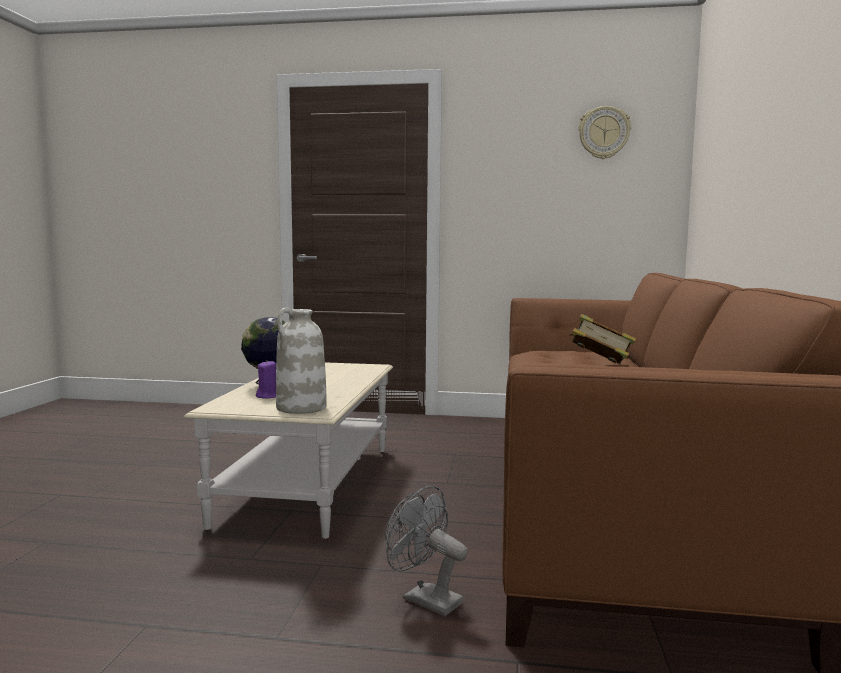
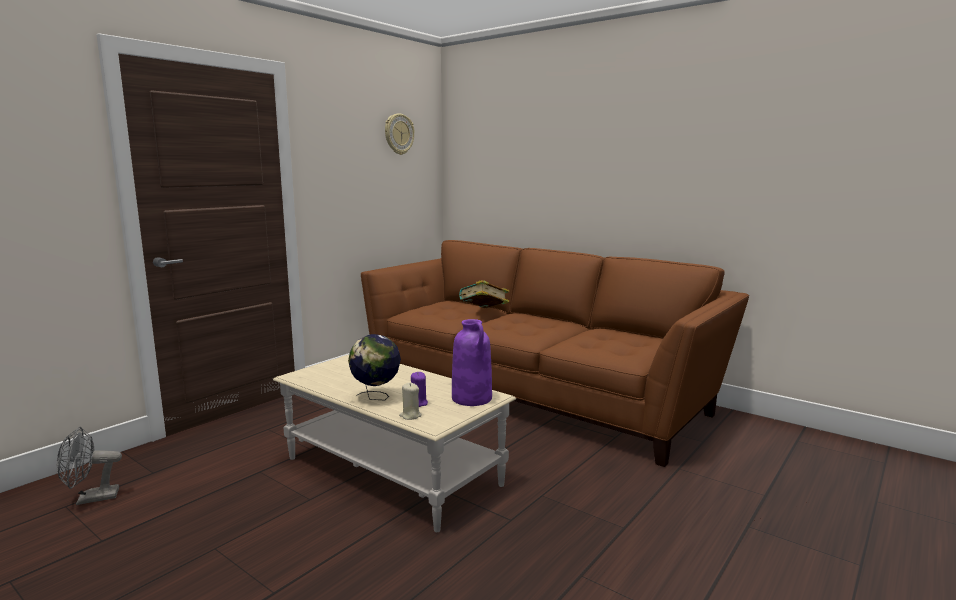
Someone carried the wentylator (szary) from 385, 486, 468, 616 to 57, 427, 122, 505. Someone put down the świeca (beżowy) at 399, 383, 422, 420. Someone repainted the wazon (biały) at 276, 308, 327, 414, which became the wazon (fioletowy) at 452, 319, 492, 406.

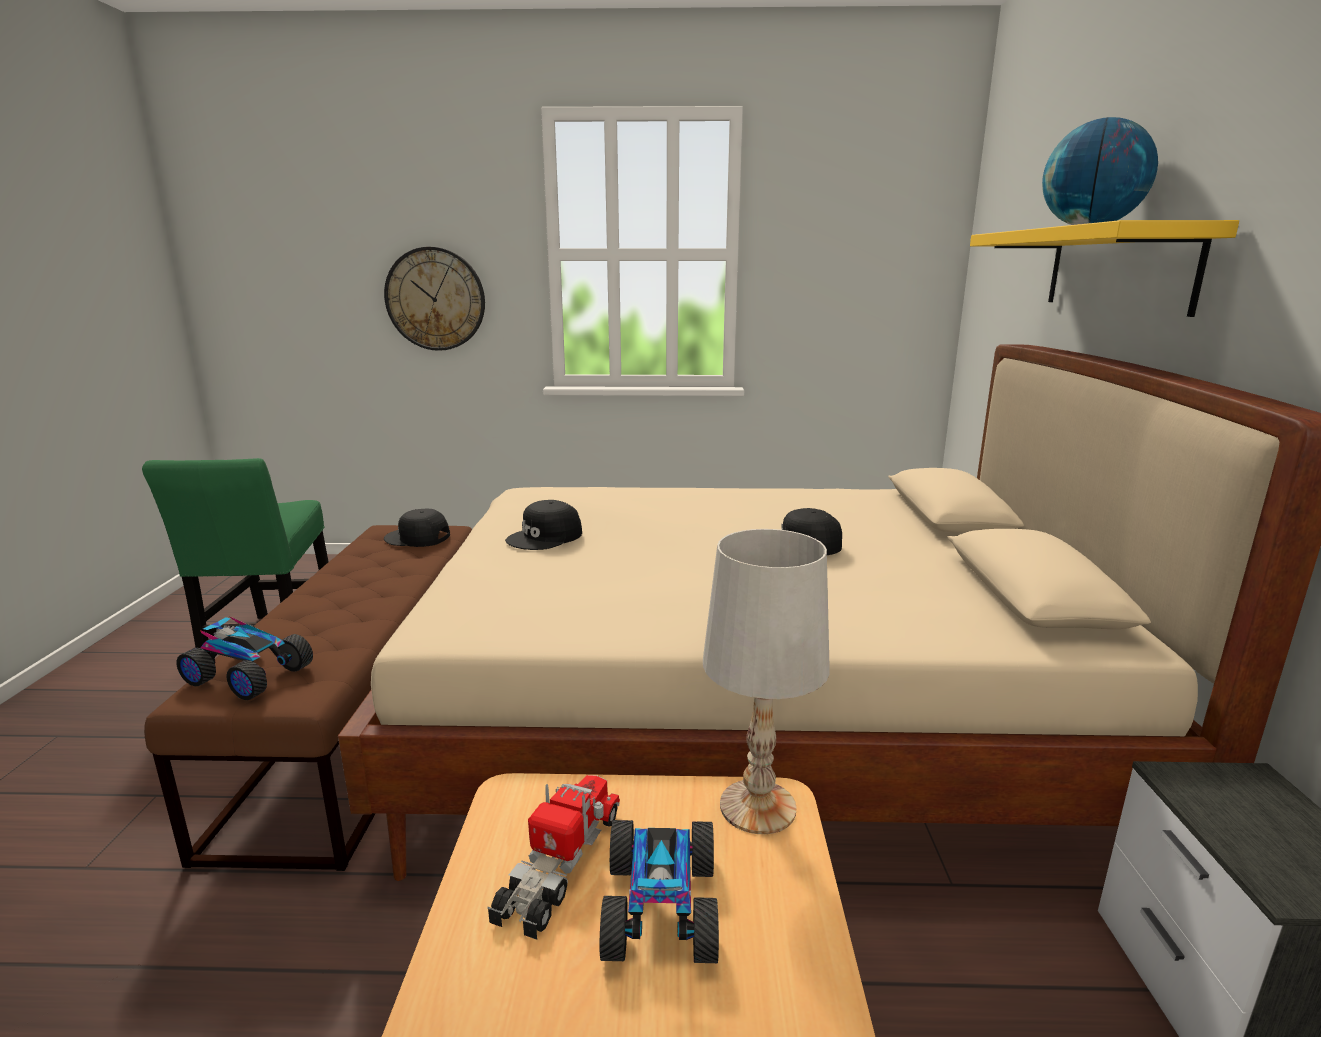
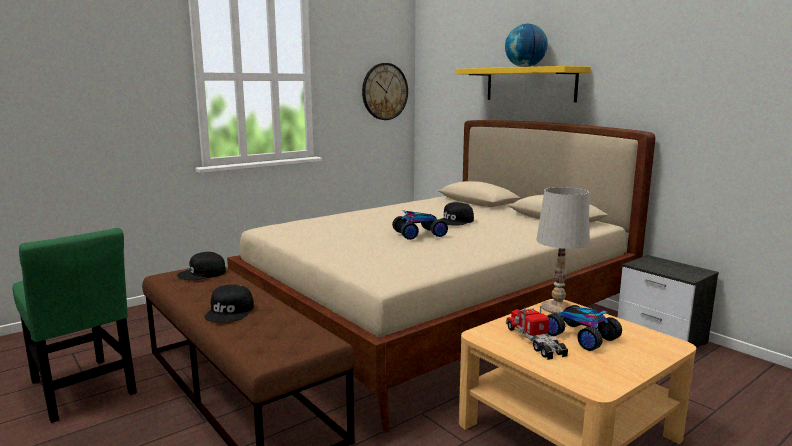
Someone carried the czapka z daszkiem (czarny) from 505, 500, 582, 550 to 205, 285, 254, 323. Someone carried the zegar ścienny from 384, 247, 485, 351 to 362, 63, 408, 120. Someone carried the samochodzik from 176, 616, 313, 700 to 392, 210, 448, 240.

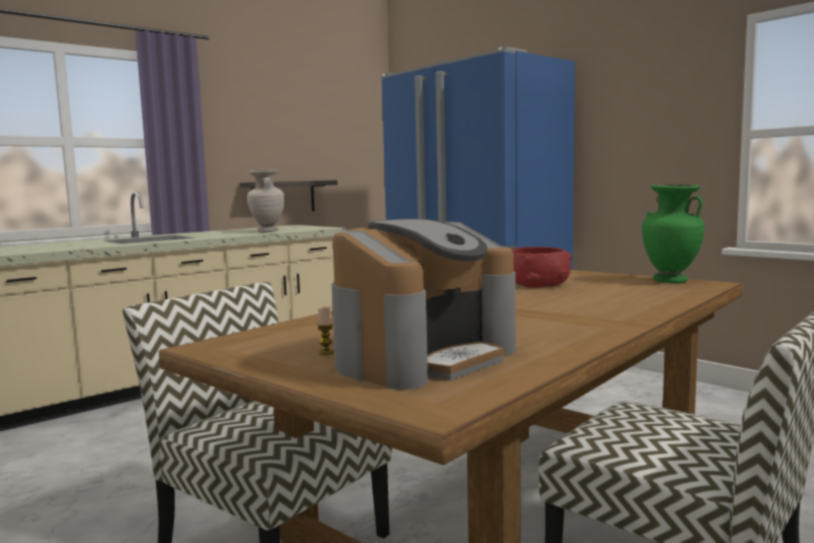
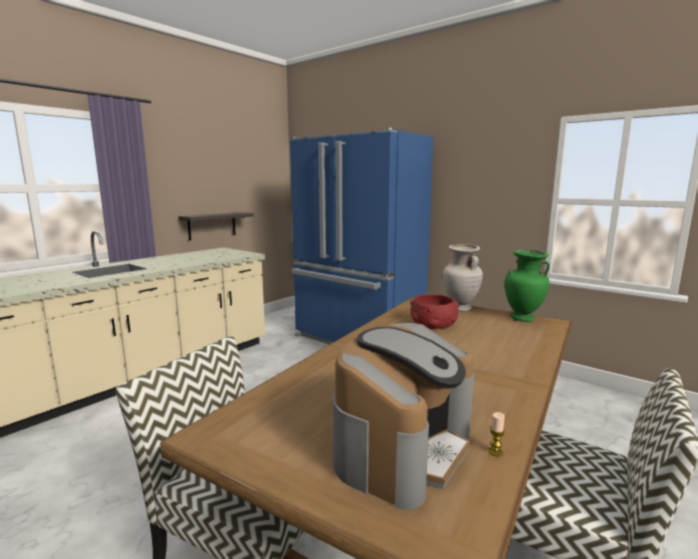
Someone carried the wazon (beżowy) from 247, 170, 284, 232 to 443, 244, 483, 312. Someone carried the świeca from 317, 306, 334, 355 to 488, 412, 505, 456.

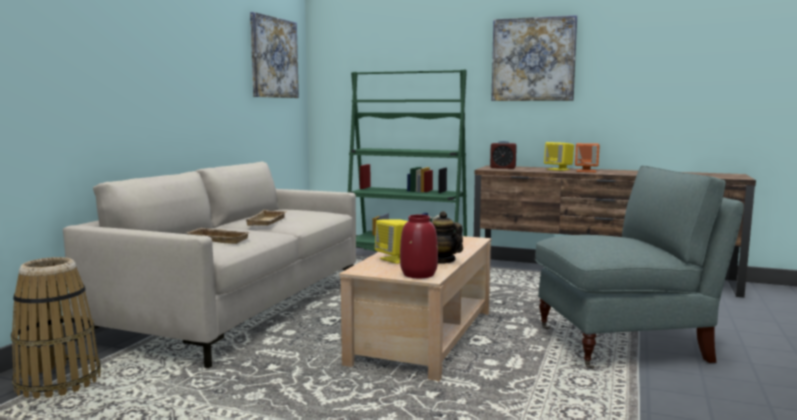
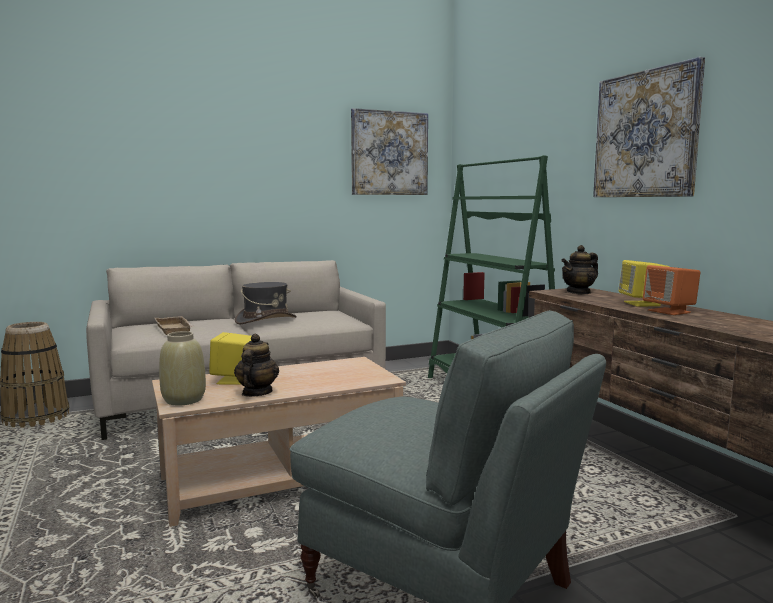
Someone repainted the wazon (czerwony) at 400, 215, 438, 278, which became the wazon (beżowy) at 159, 331, 206, 405. Someone swapped the taca (beżowy) at 245, 210, 287, 226 for the kapelusz (szary) at 235, 282, 297, 324. Someone swapped the budzik at 490, 140, 517, 169 for the imbryk at 561, 245, 598, 294.

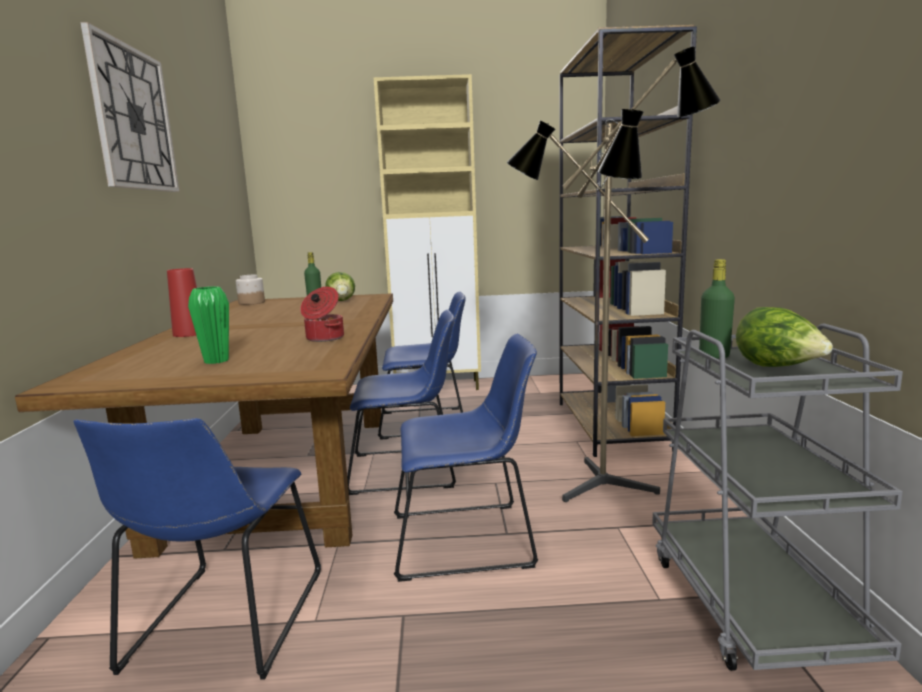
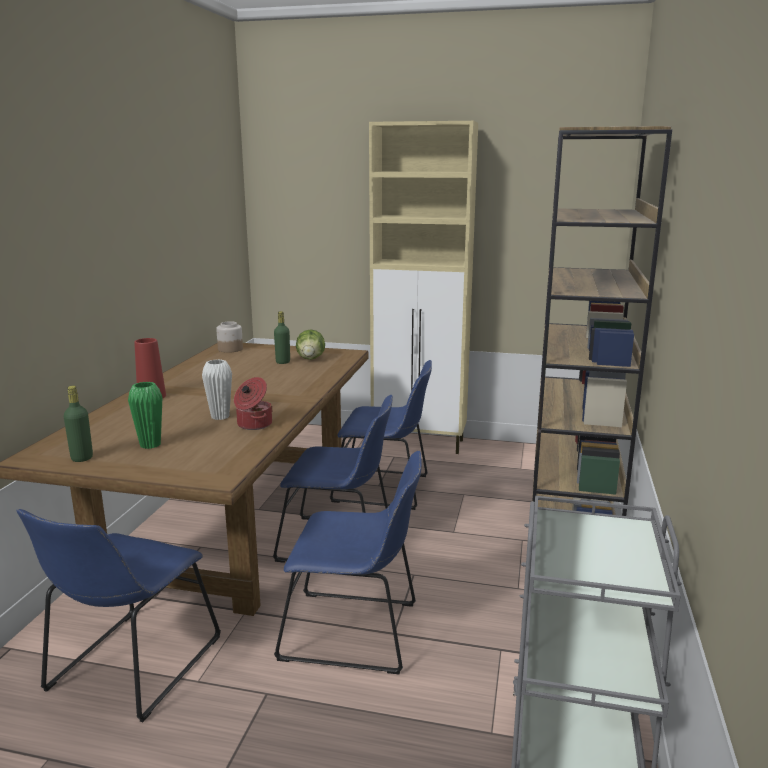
Someone carried the butelka (zielony) from 699, 259, 735, 359 to 64, 386, 93, 462. Someone put down the wazon (biały) at 202, 359, 232, 420. Someone took away the zegar ścienny at 80, 22, 179, 192. Someone took away the lampa stojąca at 507, 46, 720, 502. Someone took away the sałata at 736, 307, 833, 367.

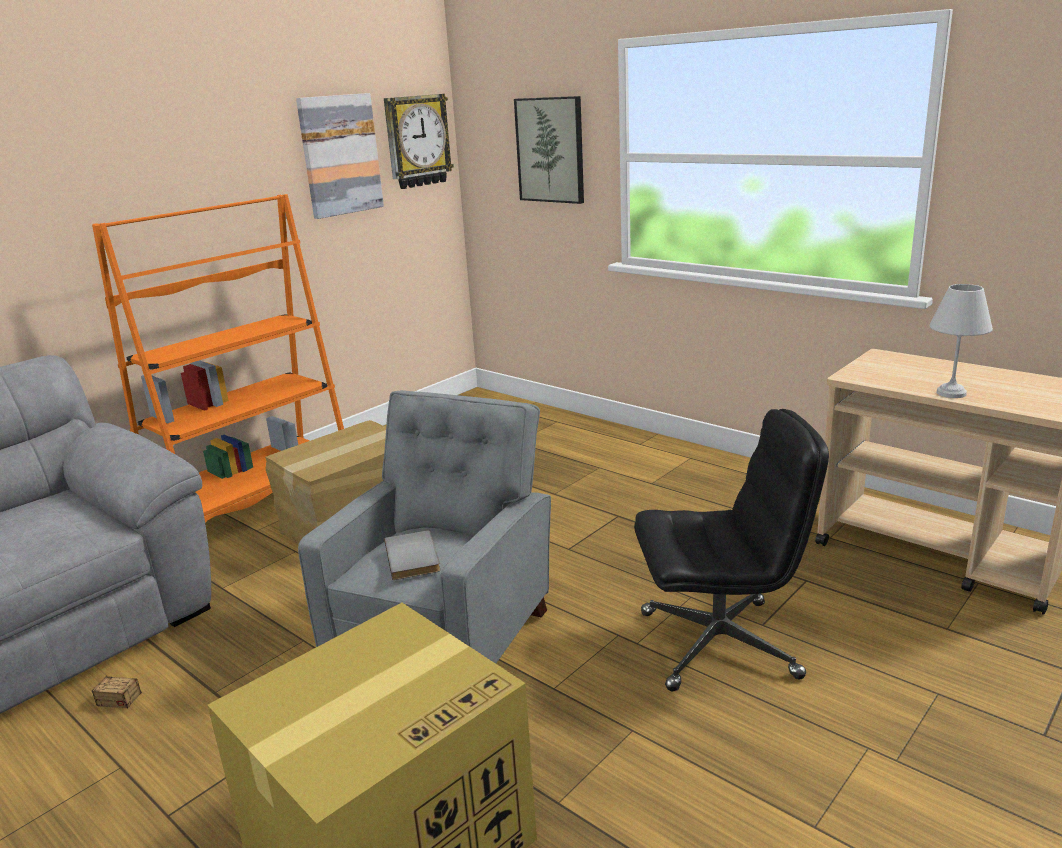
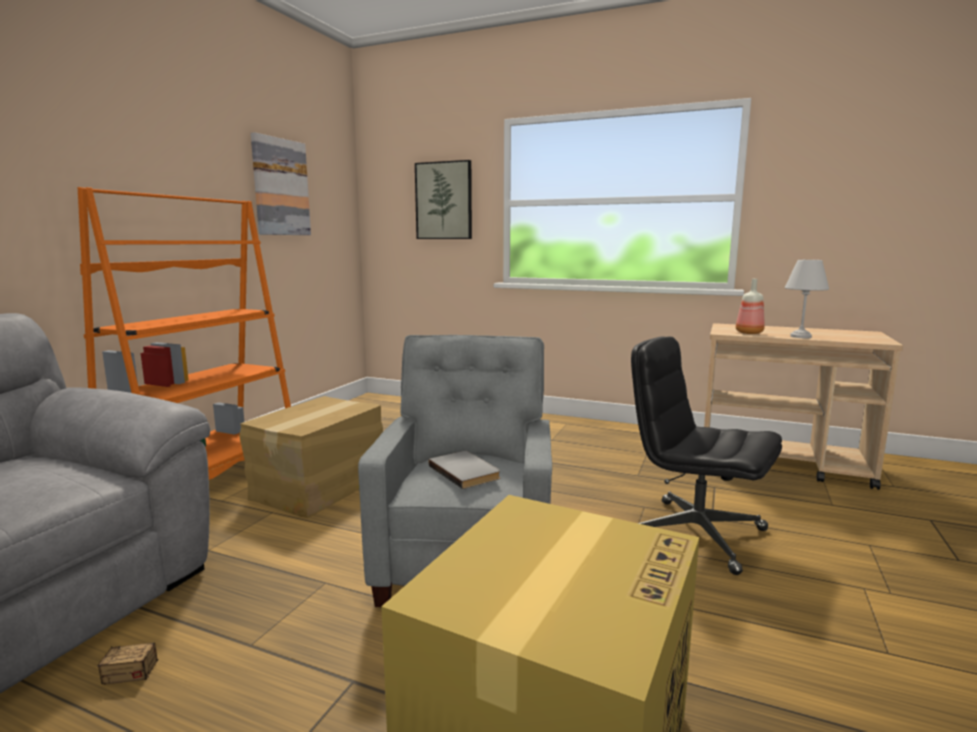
Someone rotated the krzesło biurowe (czarny) at 634, 409, 829, 691 by 120 degrees counterclockwise. Someone put down the butelka at 736, 279, 765, 334. Someone took away the zegar ścienny at 384, 94, 454, 189.

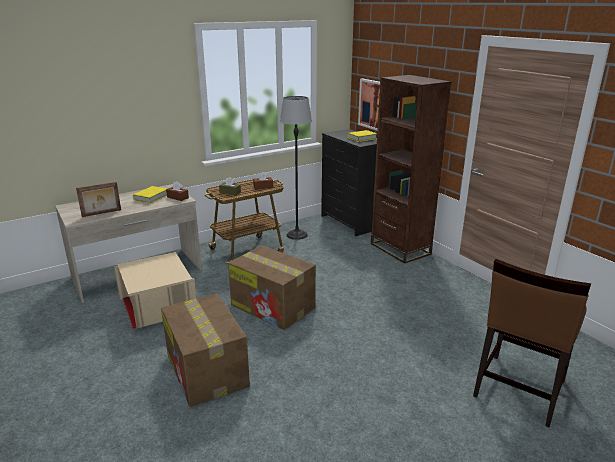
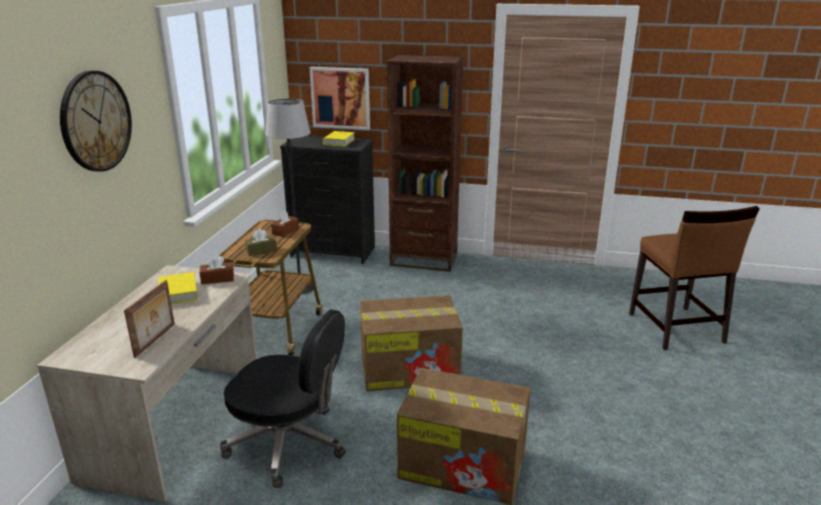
Someone put up the zegar ścienny at 60, 71, 132, 172. Someone swapped the pojemnik do przechowywania (beżowy) at 114, 252, 197, 329 for the krzesło biurowe (czarny) at 220, 309, 346, 488.

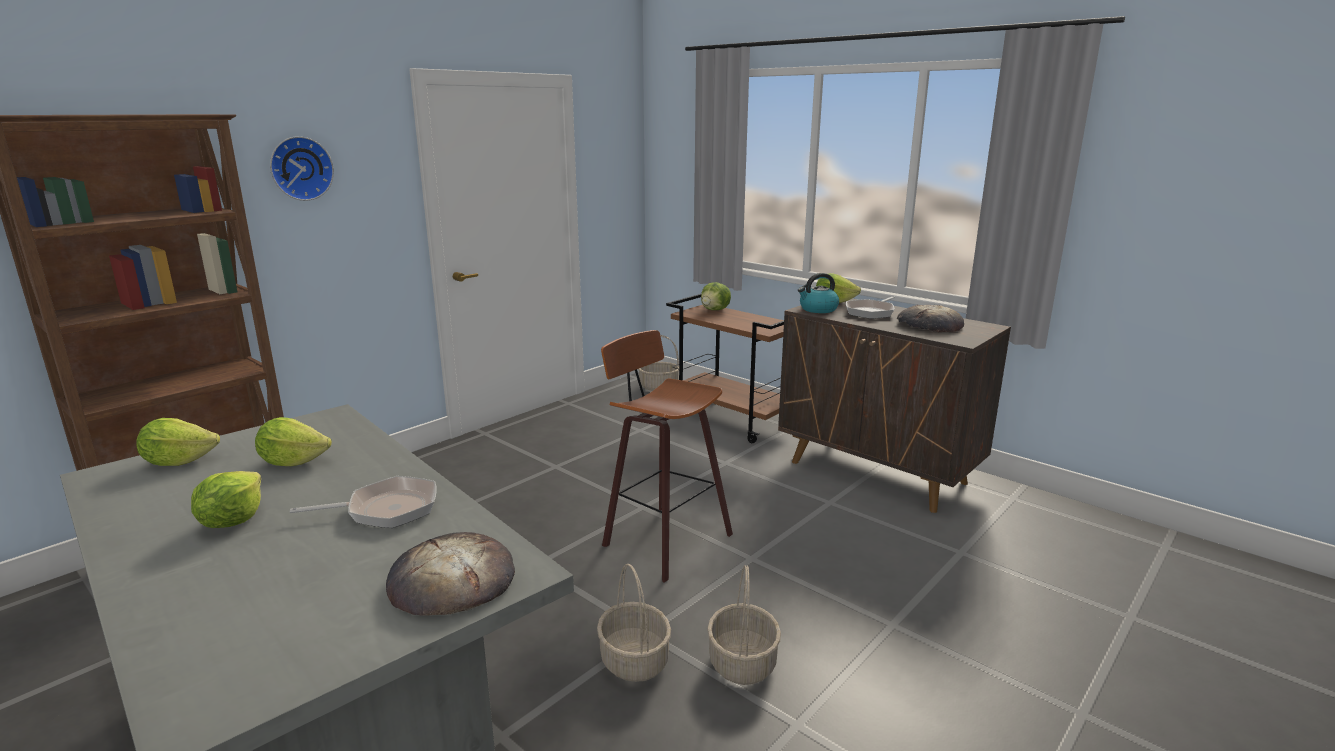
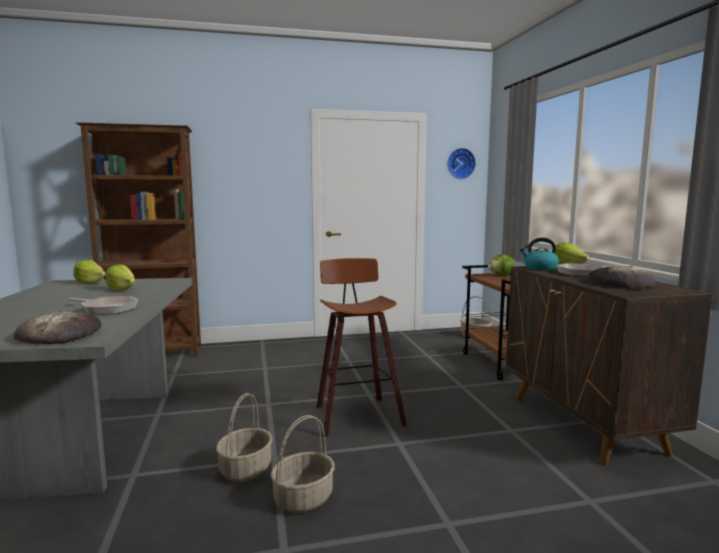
Someone carried the zegar ścienny from 270, 136, 334, 201 to 447, 148, 476, 179. Someone took away the sałata at 191, 471, 261, 528.

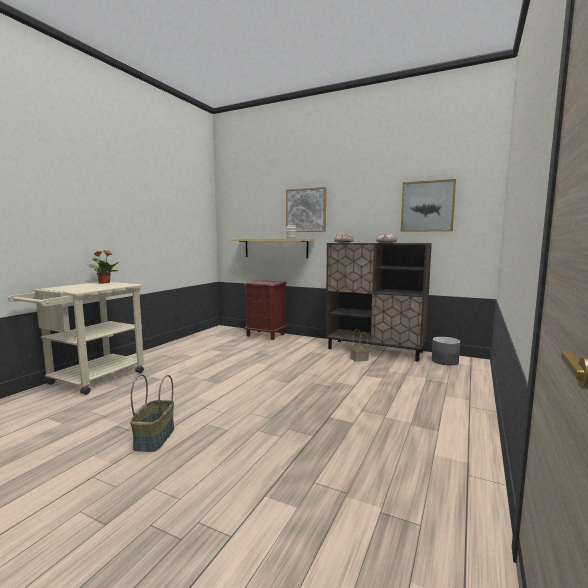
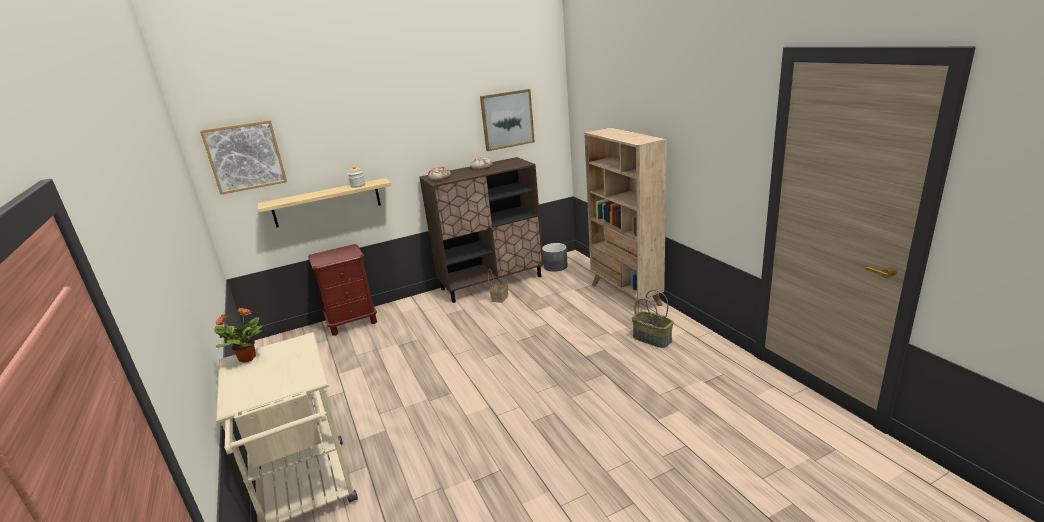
Someone carried the obraz from 286, 187, 326, 232 to 200, 120, 287, 195. Someone put down the regał (beżowy) at 584, 128, 667, 315. Someone carried the koszyk from 130, 374, 174, 452 to 632, 290, 673, 348.

